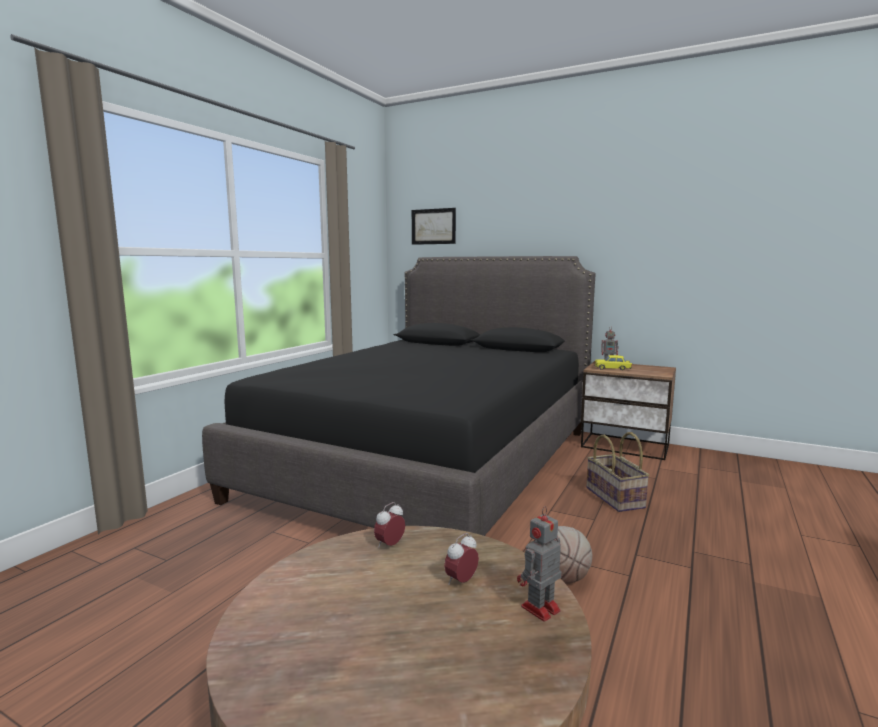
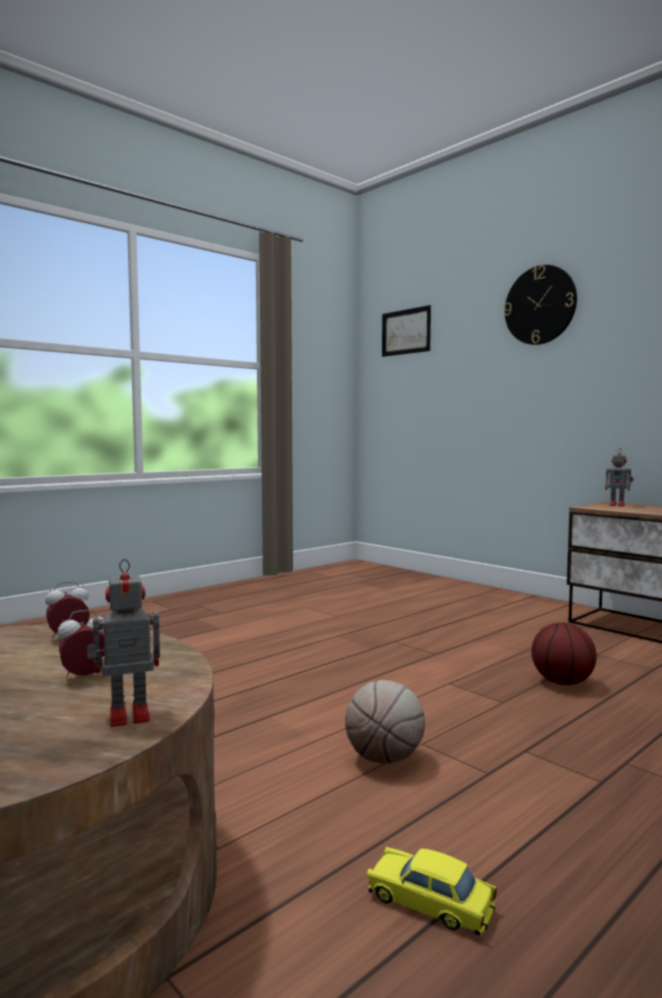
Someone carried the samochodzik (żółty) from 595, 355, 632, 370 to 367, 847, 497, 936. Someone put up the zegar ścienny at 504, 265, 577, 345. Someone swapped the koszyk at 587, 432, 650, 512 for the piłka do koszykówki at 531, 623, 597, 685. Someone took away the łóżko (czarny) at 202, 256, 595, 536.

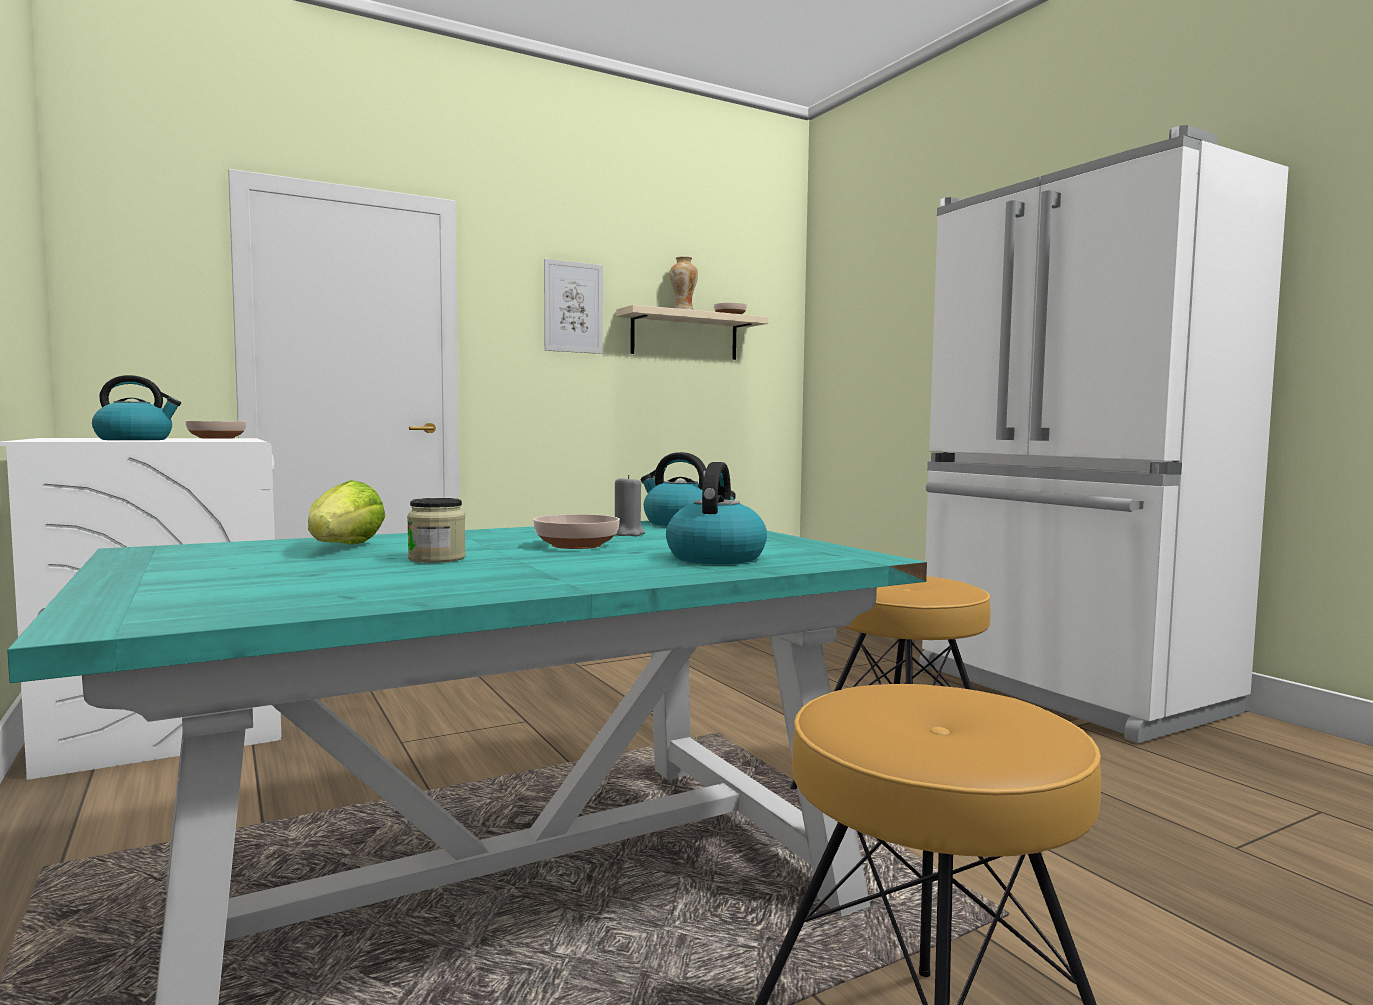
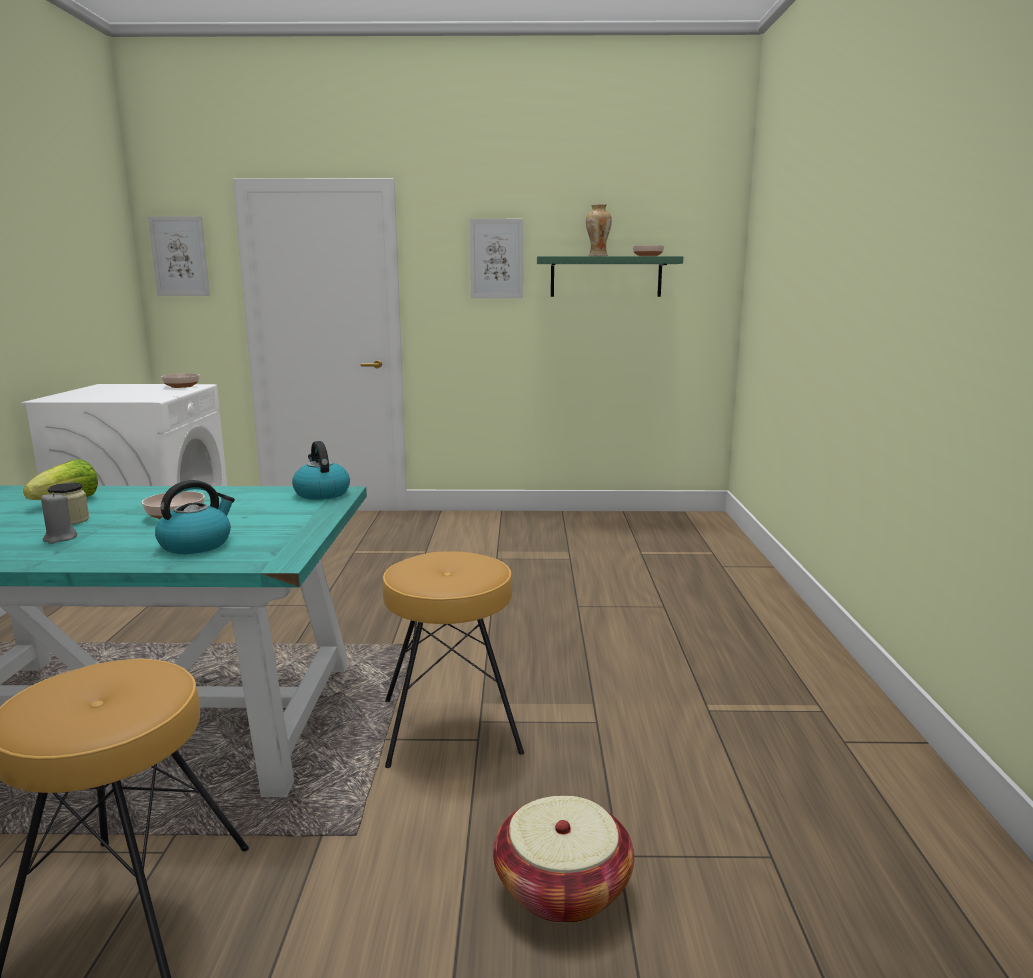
Someone carried the świeca (szary) from 615, 475, 645, 536 to 41, 492, 77, 544. Someone put up the obraz at 148, 216, 210, 296. Someone put down the koszyk at 493, 796, 634, 923. Someone repainted the półka (beżowy) at 616, 305, 768, 360, which became the półka (zielony) at 537, 256, 683, 297. Someone took away the czajnik at 92, 375, 181, 440. Someone took away the lodówka (biały) at 919, 125, 1289, 743.

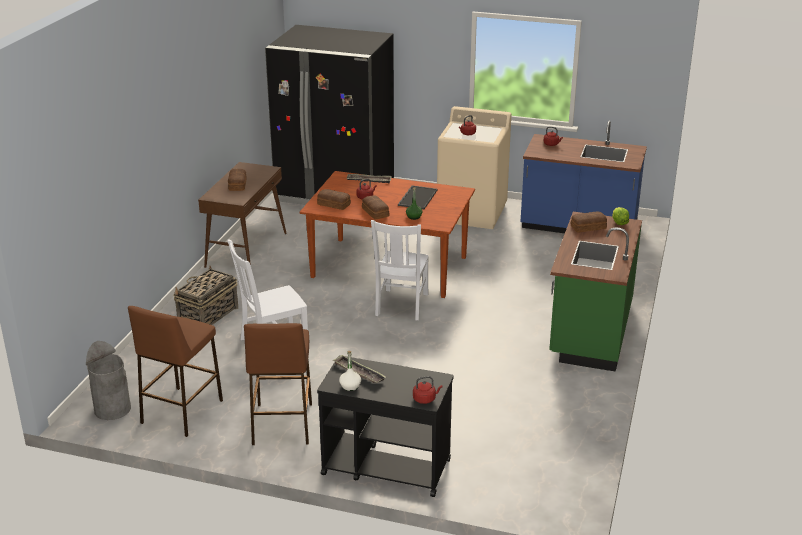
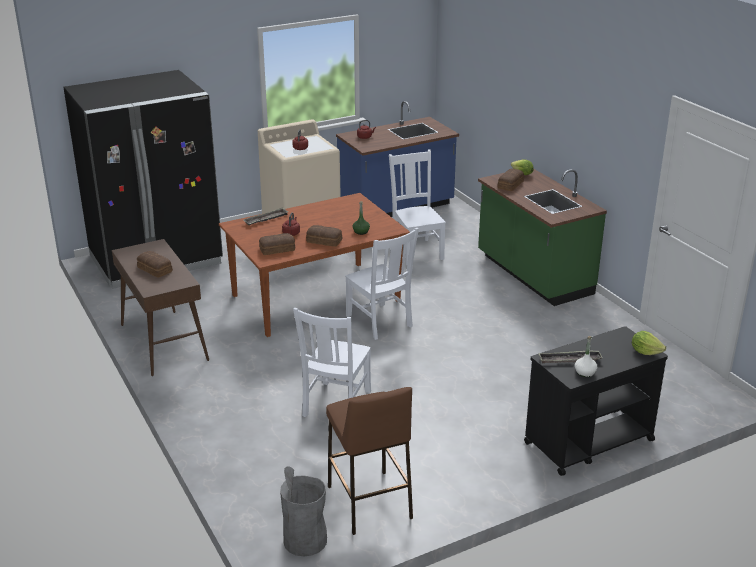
Someone put down the krzesło (biały) at 389, 149, 446, 265. Someone swapped the czajnik (czerwony) at 413, 376, 443, 404 for the sałata at 632, 331, 666, 355. Someone took away the koszyk at 174, 266, 238, 325. Someone took away the stołek (brązowy) at 244, 323, 312, 445. Someone took away the taca at 398, 185, 438, 209.

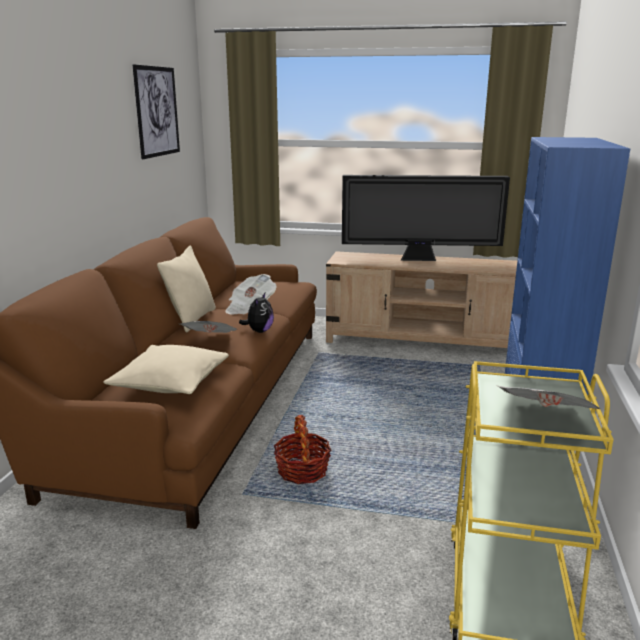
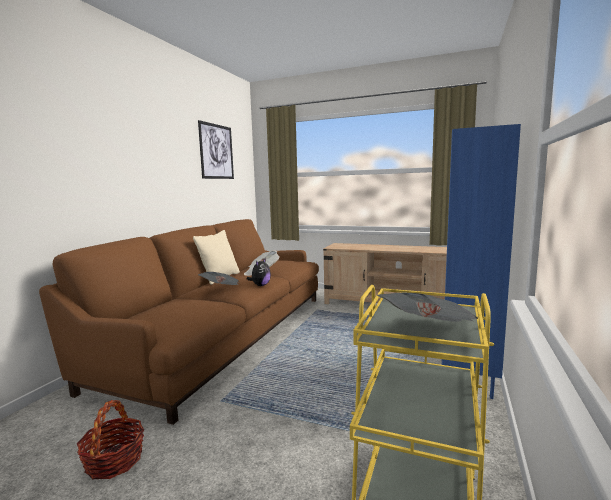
Someone carried the koszyk from 274, 415, 331, 484 to 77, 400, 144, 479. Someone took away the poduszka (beżowy) at 103, 345, 229, 394. Someone took away the telewizor at 342, 175, 510, 261.

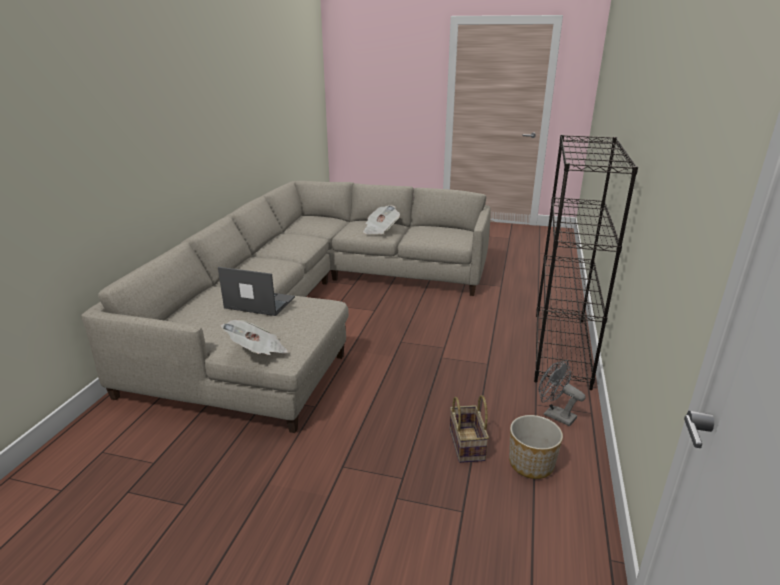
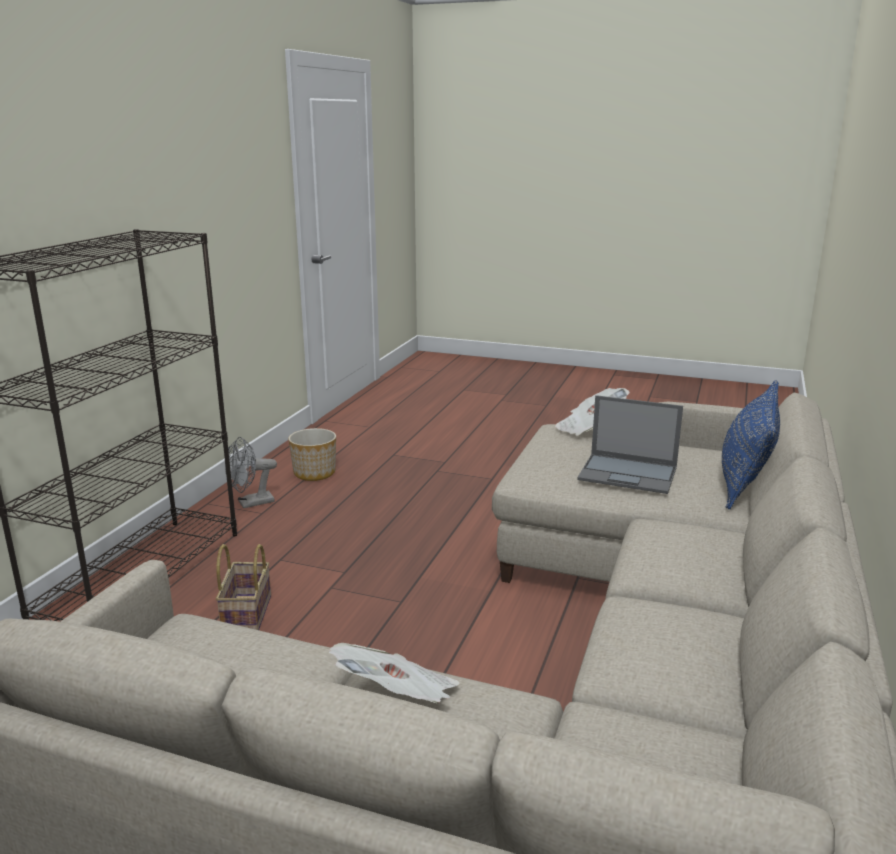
Someone carried the koszyk from 449, 395, 489, 463 to 216, 544, 271, 630. Someone rotated the wentylator (szary) at 538, 360, 586, 426 by 105 degrees clockwise. Someone put down the poduszka (niebieski) at 722, 380, 780, 509.

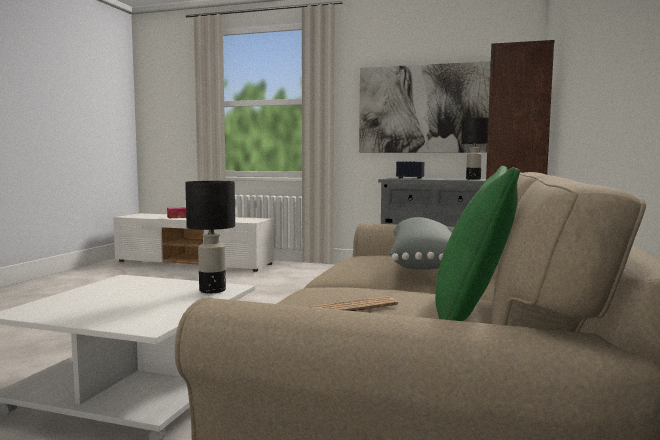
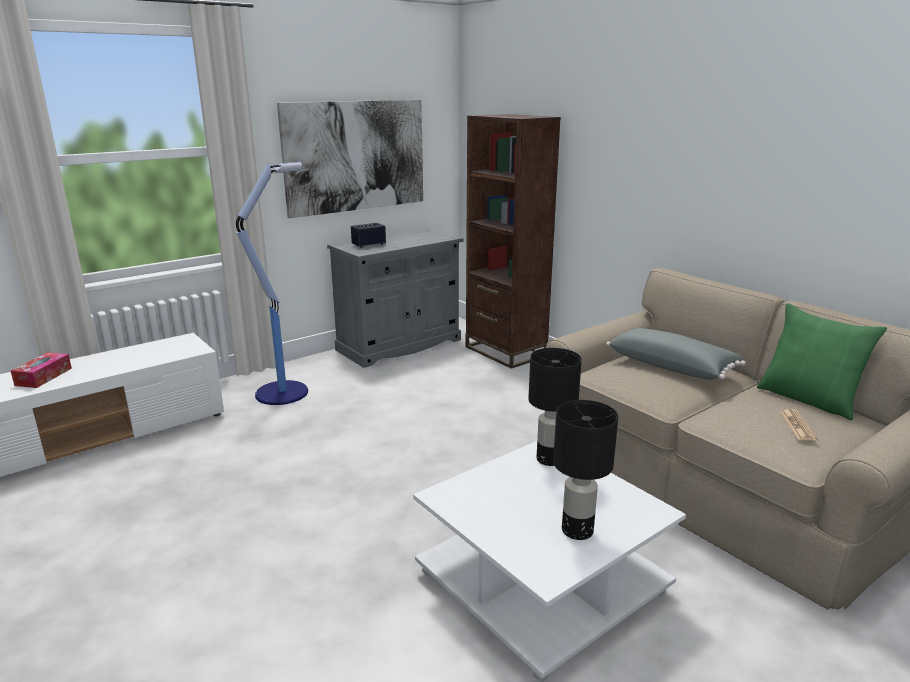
Someone put down the lampa stojąca at 236, 162, 308, 405. Someone carried the lampa stołowa (czarny) from 461, 117, 488, 180 to 553, 400, 618, 540.

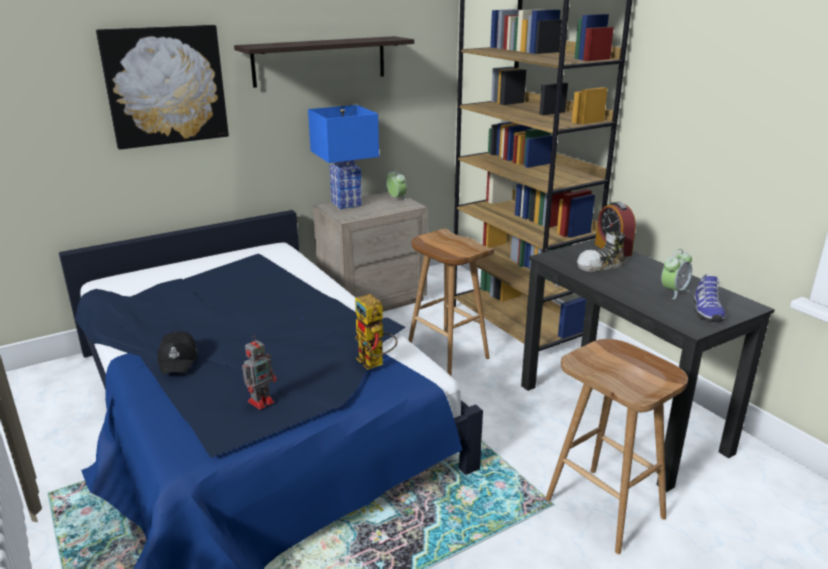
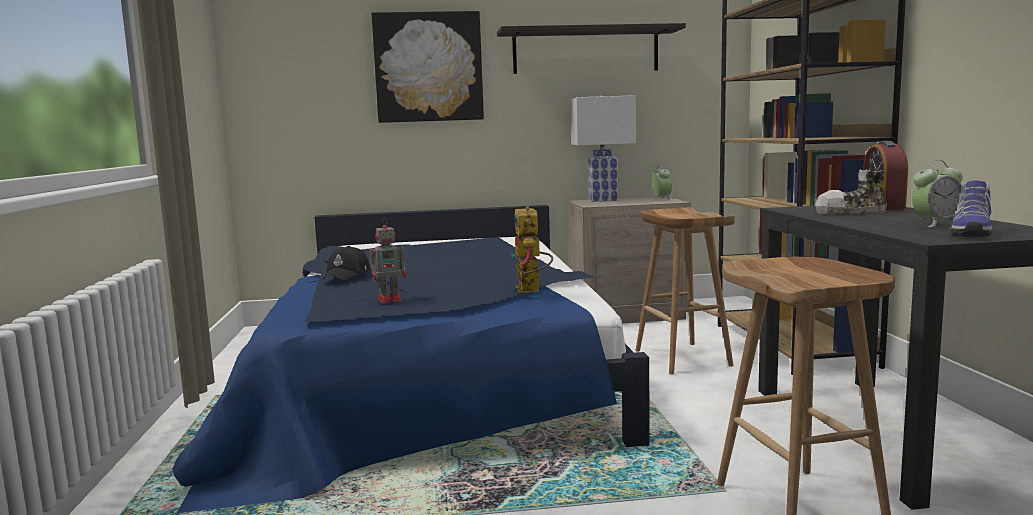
Someone repainted the lampa stołowa (niebieski) at 308, 105, 379, 209, which became the lampa stołowa (biały) at 570, 95, 636, 202.

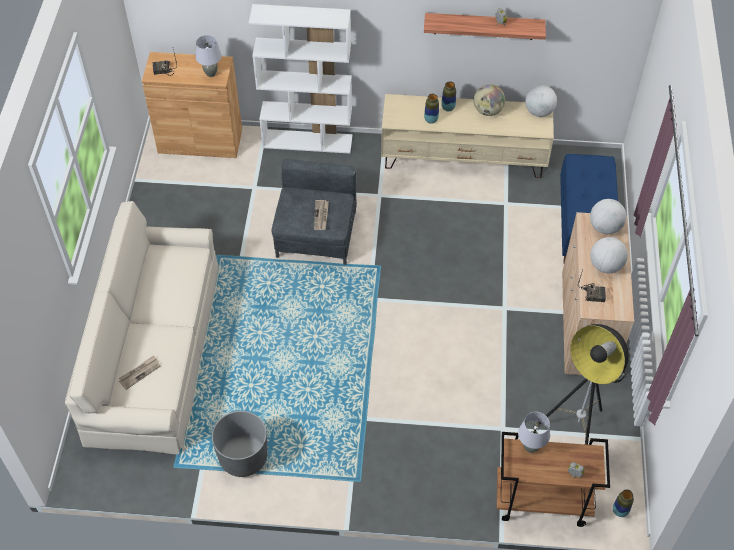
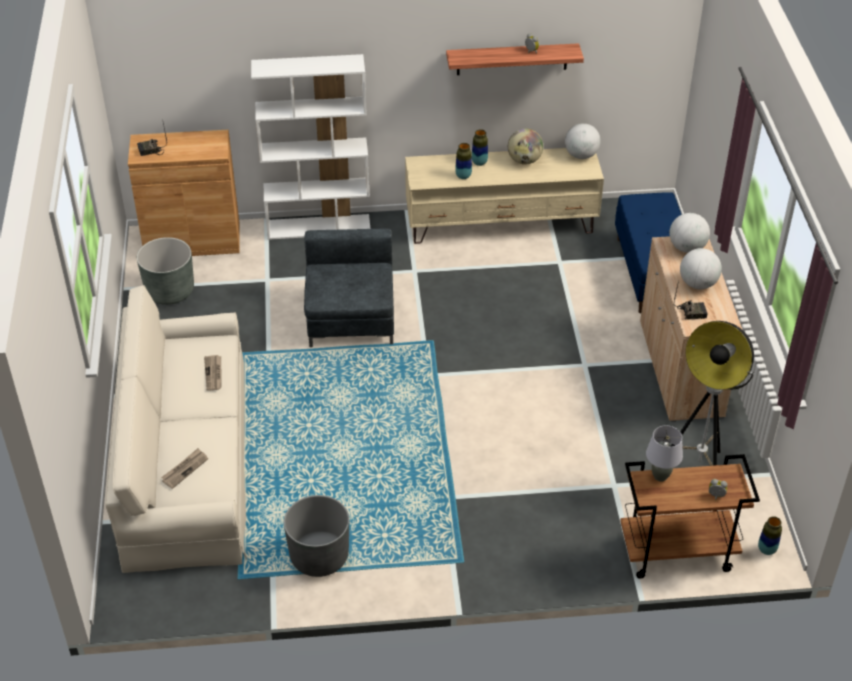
Someone put down the donica (szary) at 137, 237, 194, 305. Someone carried the gazeta from 314, 200, 329, 230 to 204, 355, 221, 391. Someone took away the lampa stołowa (szary) at 196, 35, 222, 77.

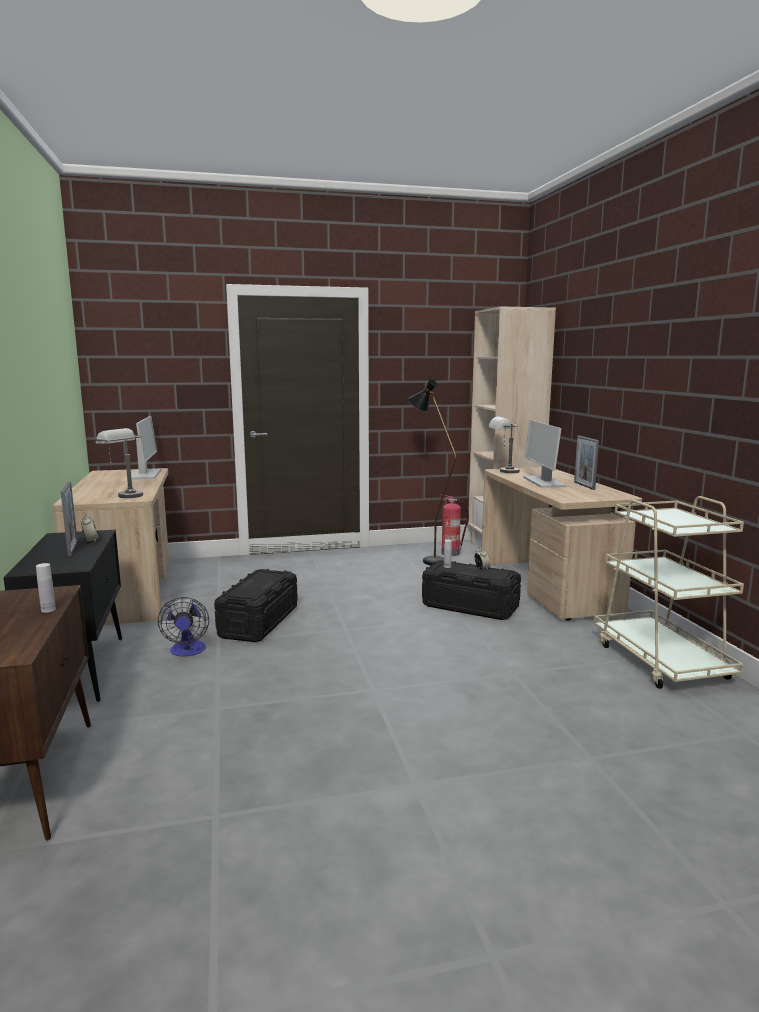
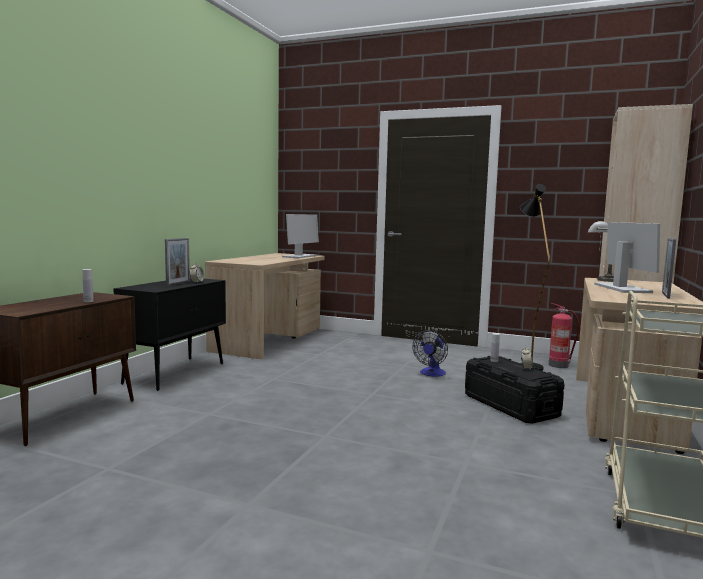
Someone carried the wentylator from 158, 597, 209, 657 to 413, 330, 448, 377. Someone rotated the monitor at 523, 420, 567, 488 by 150 degrees clockwise. Someone took away the lampa stołowa (szary) at 96, 428, 143, 498. Someone took away the pojemnik do przechowywania (czarny) at 214, 569, 298, 642.

